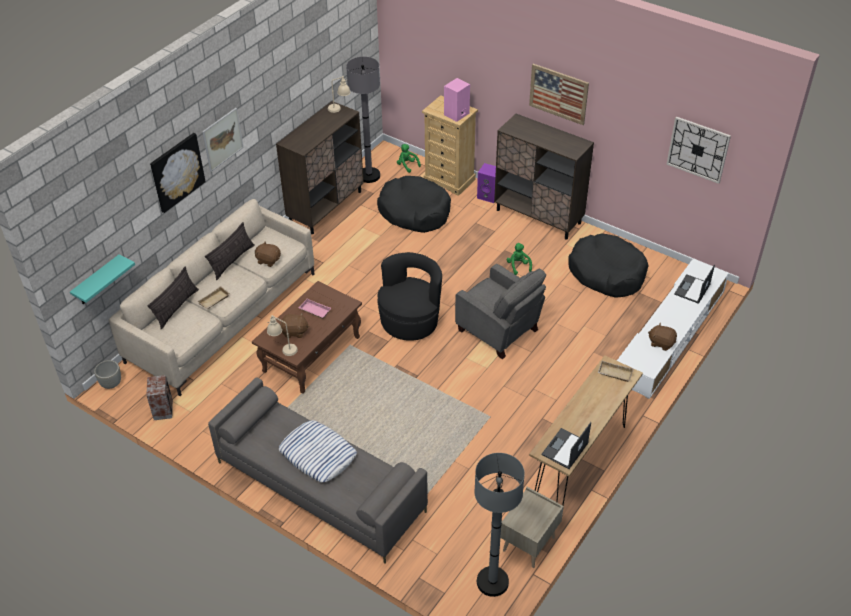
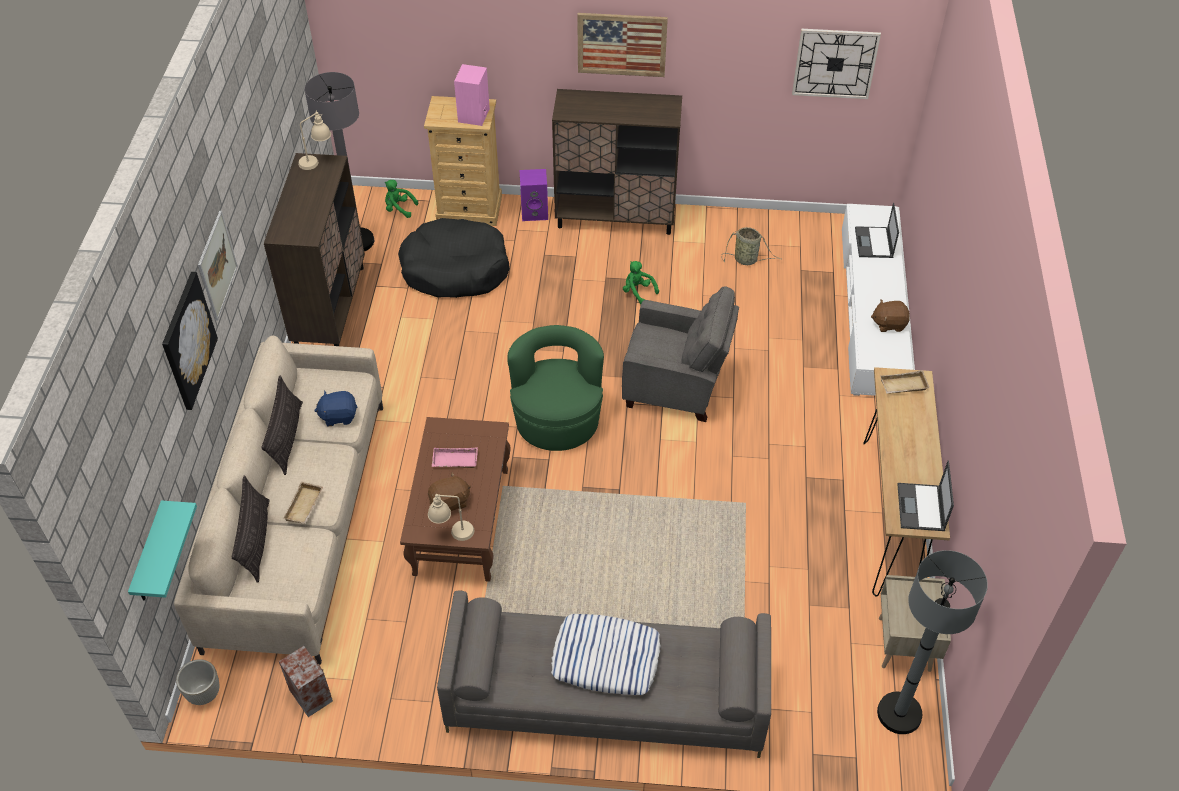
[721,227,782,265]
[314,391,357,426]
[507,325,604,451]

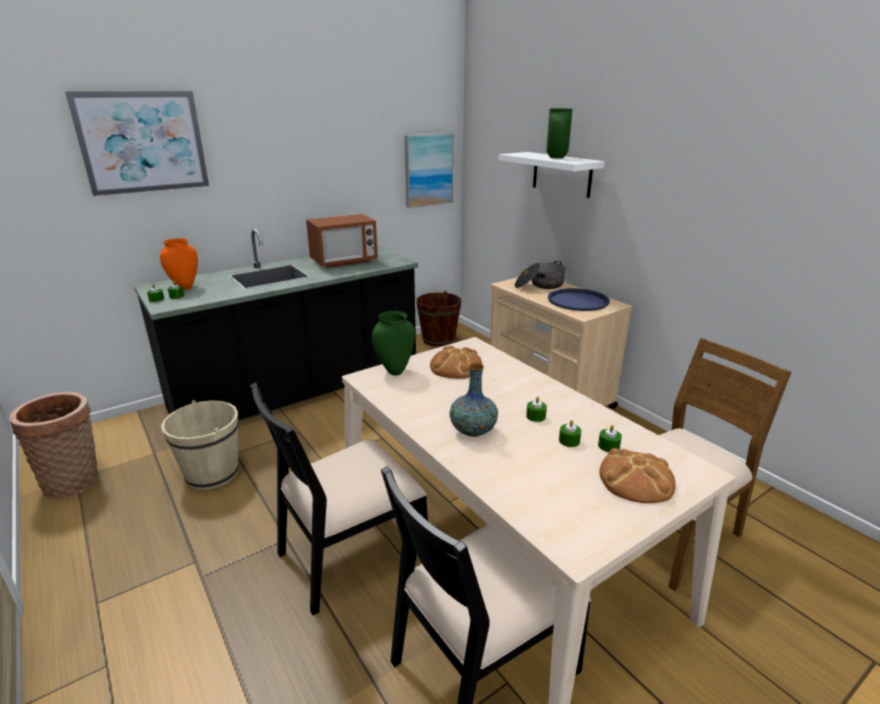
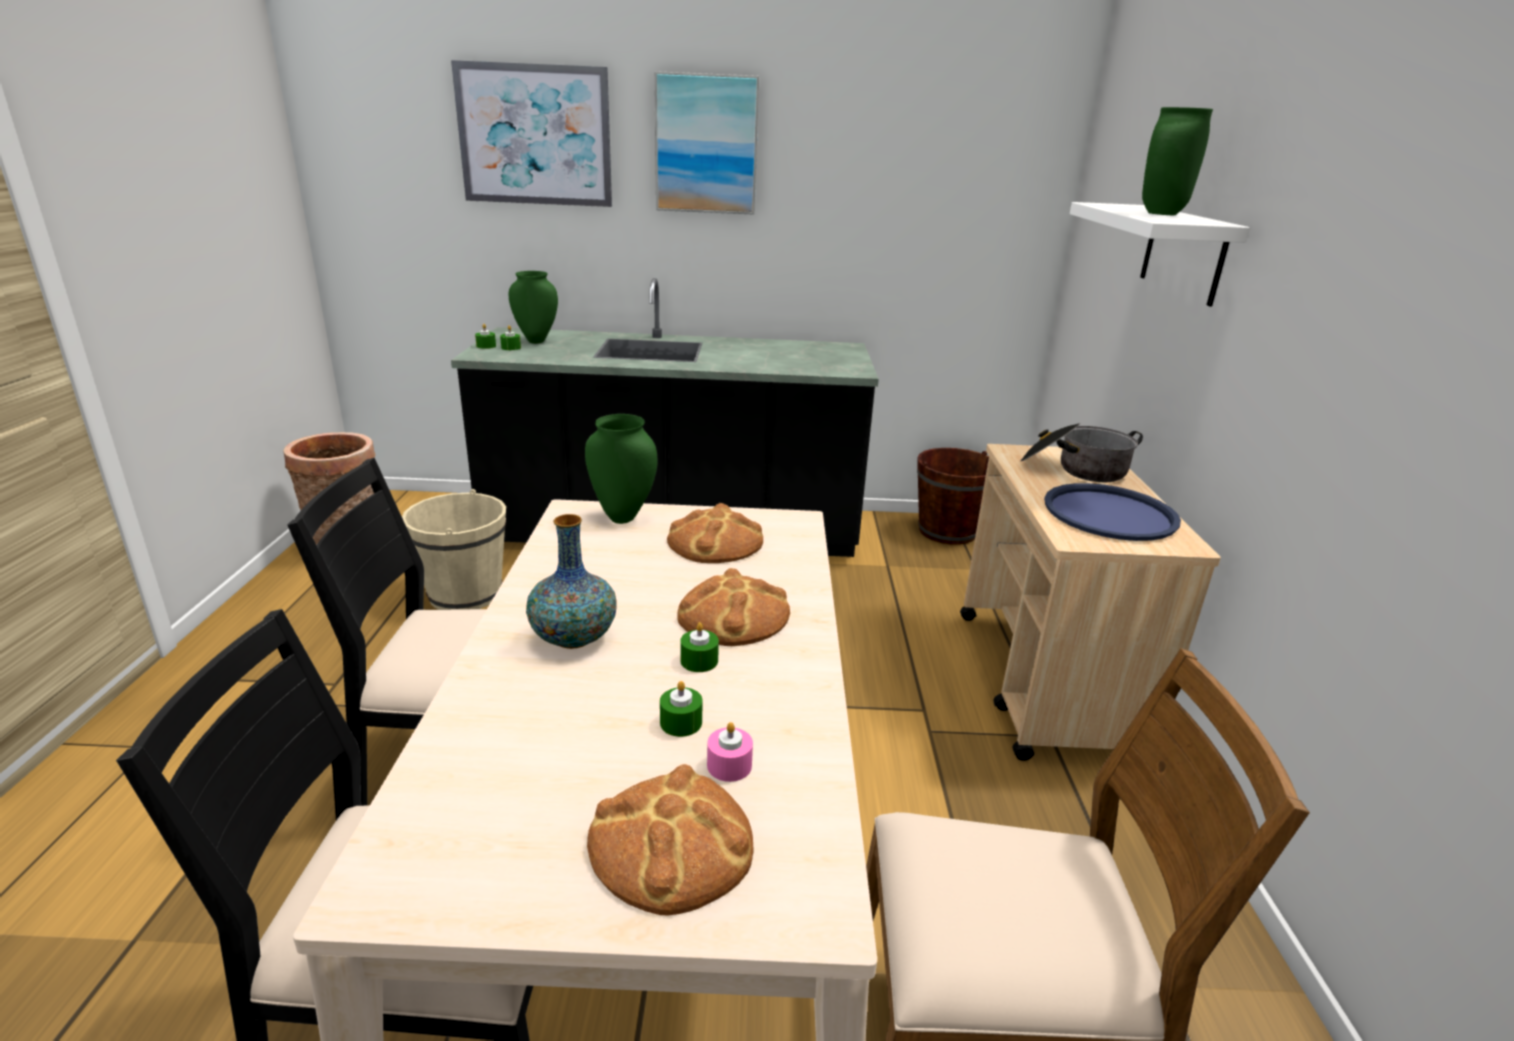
[654,71,759,215]
[306,214,378,268] (first image)
[509,271,558,344]
[707,722,753,782]
[678,568,790,646]

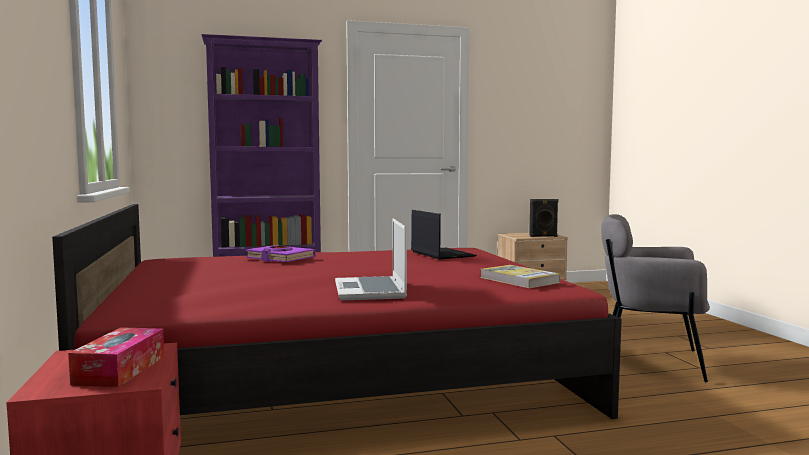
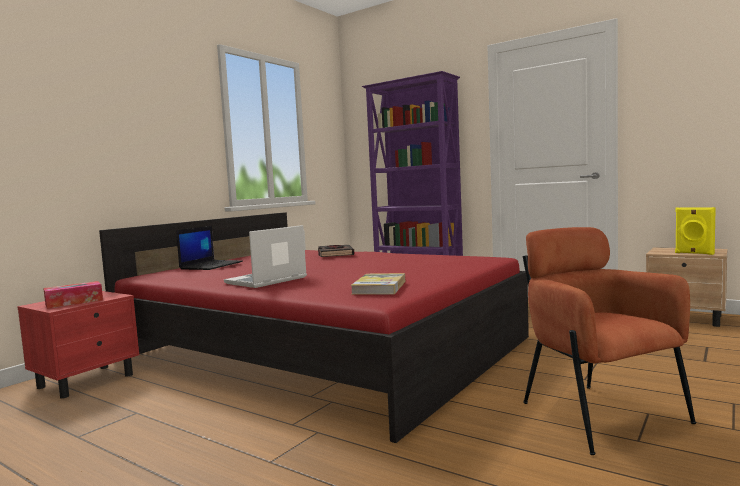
[675,207,716,255]
[176,226,243,270]
[523,227,696,455]
[318,245,354,257]

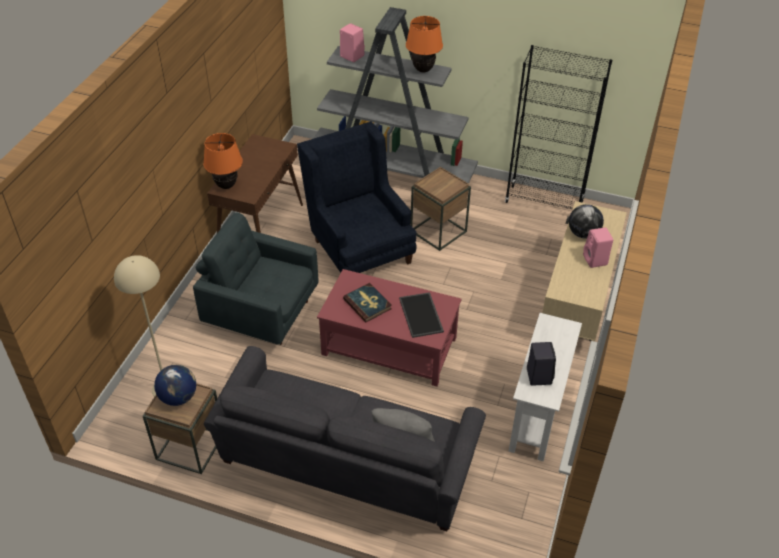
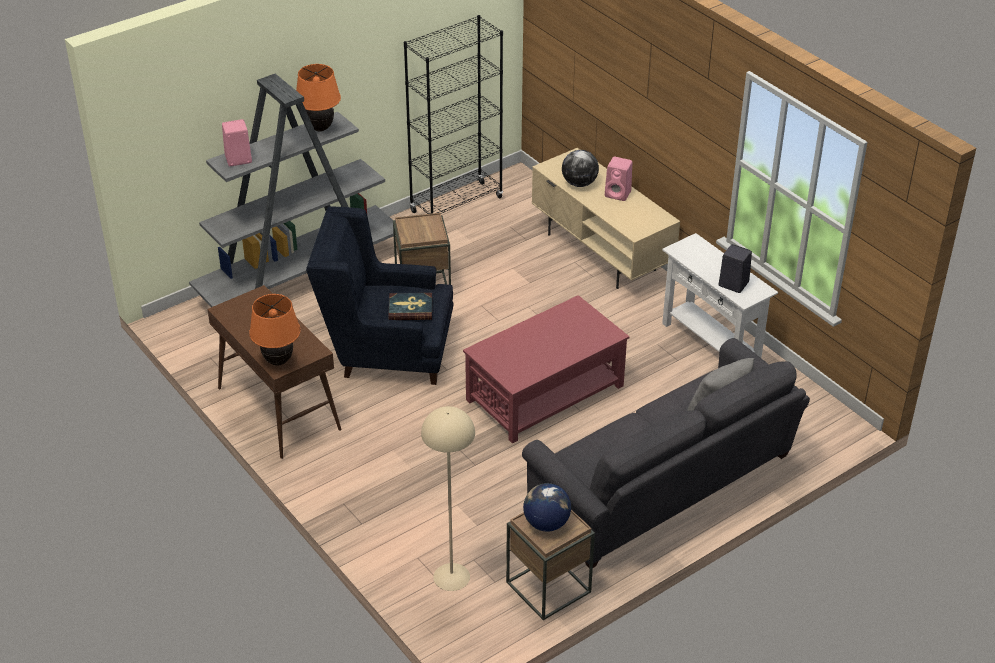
[193,212,318,345] (first image)
[388,293,432,320]
[399,292,444,338] (first image)

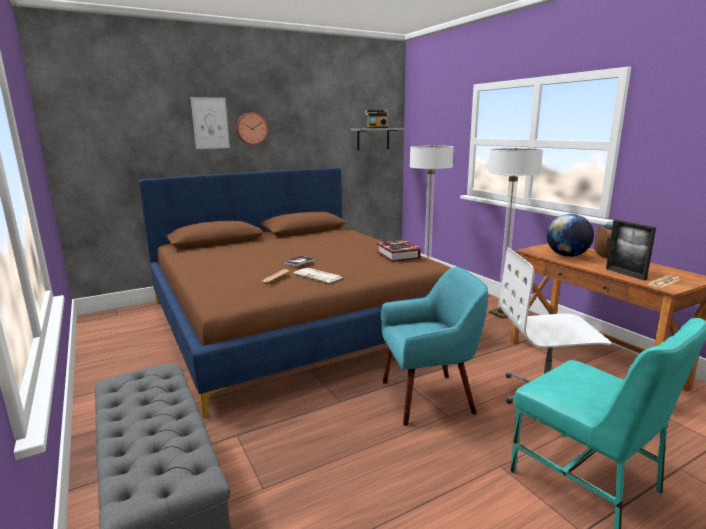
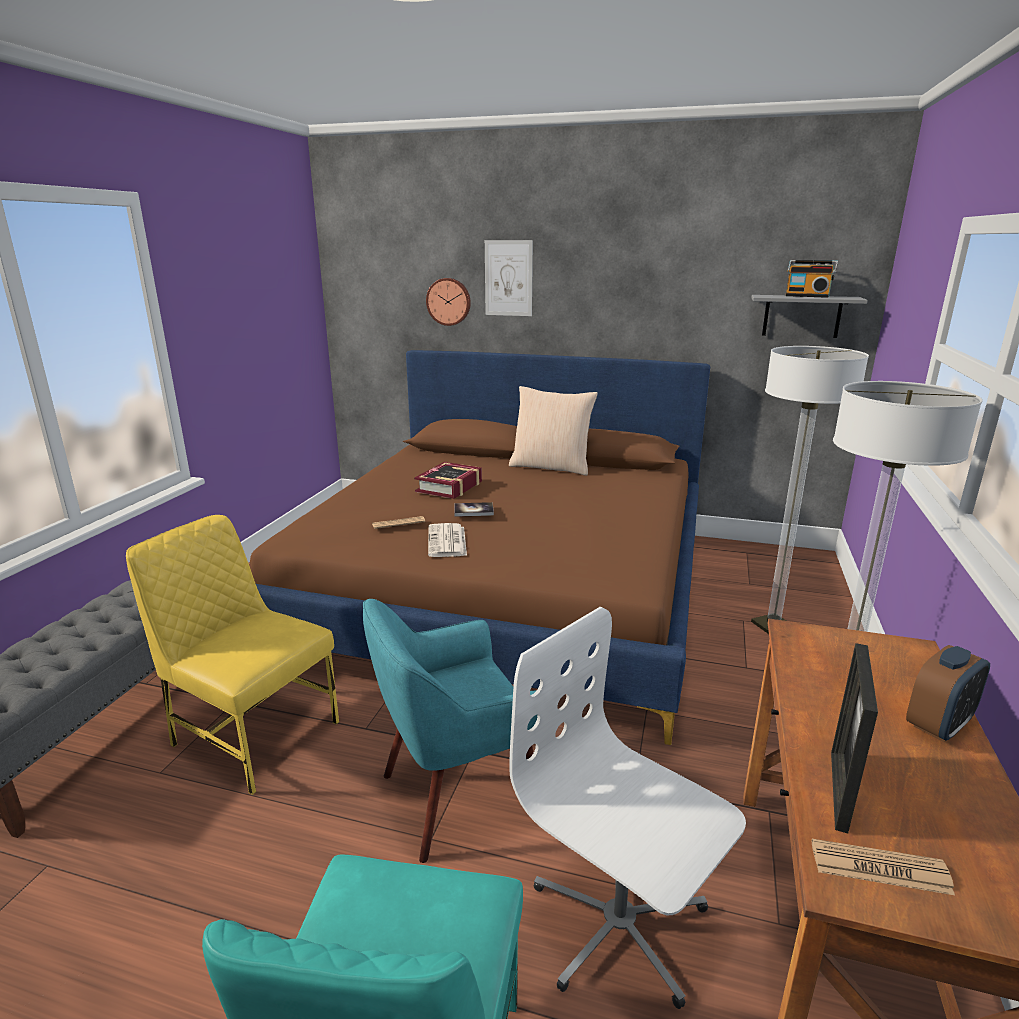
[426,278,471,326]
[547,214,594,257] (first image)
[414,462,482,499]
[363,599,537,863]
[509,386,598,476]
[126,515,339,795]

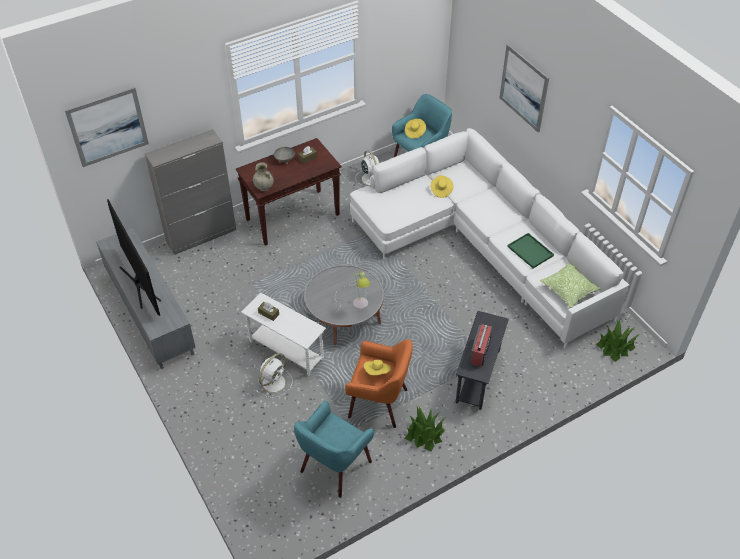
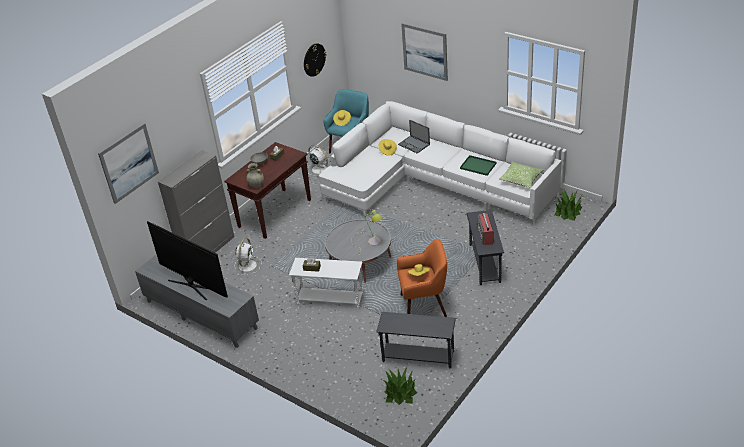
[235,238,262,275]
[376,312,456,369]
[384,367,417,405]
[304,43,326,77]
[398,119,430,153]

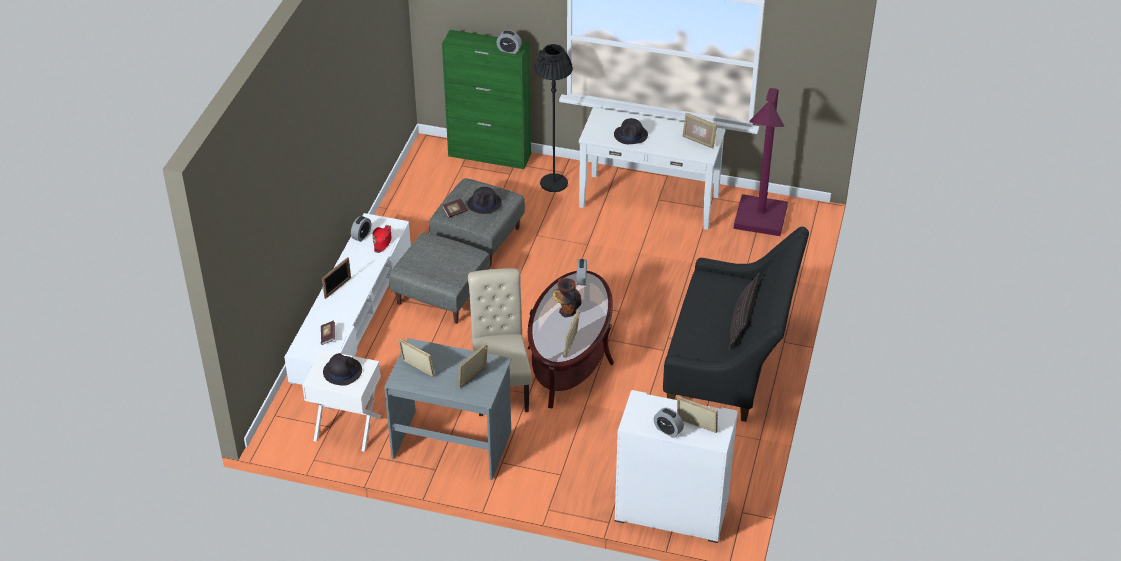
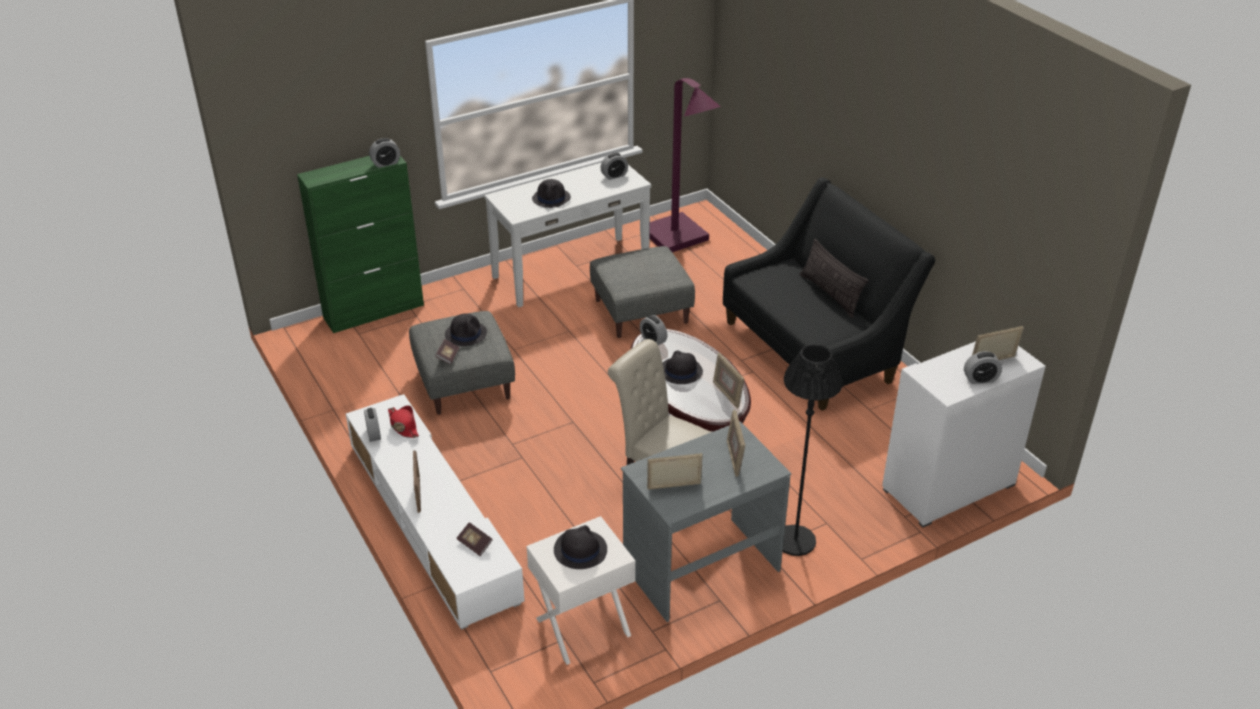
[783,344,843,556]
[601,153,628,180]
[590,246,695,338]
[662,351,703,384]

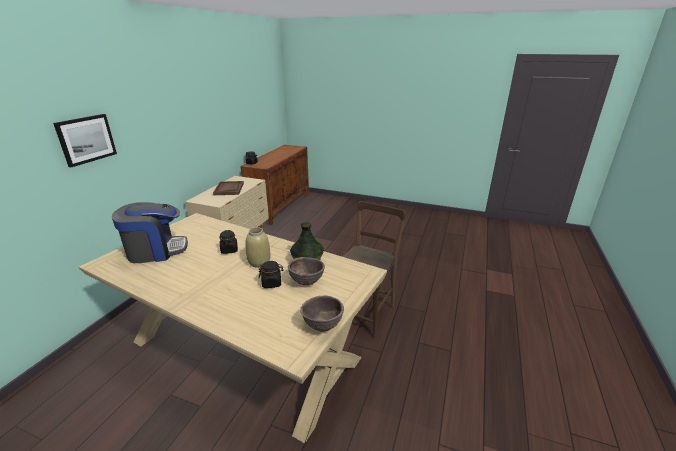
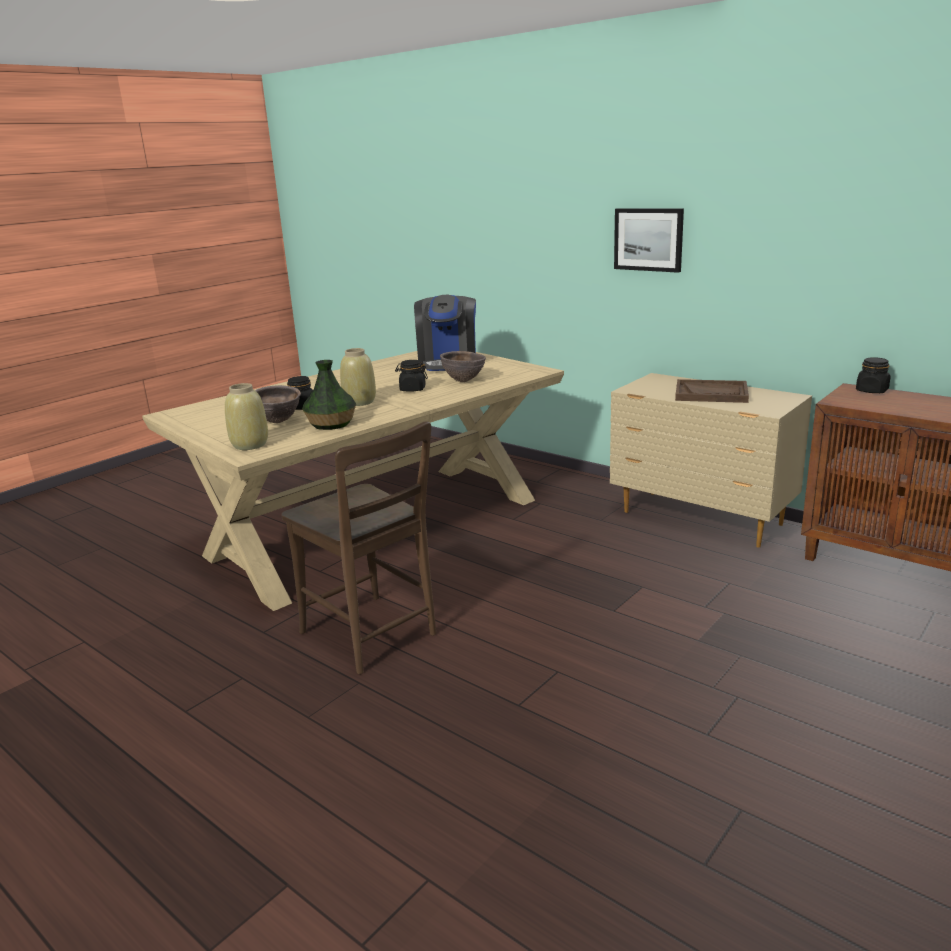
[614,208,684,273]
[440,351,486,382]
[225,383,268,450]

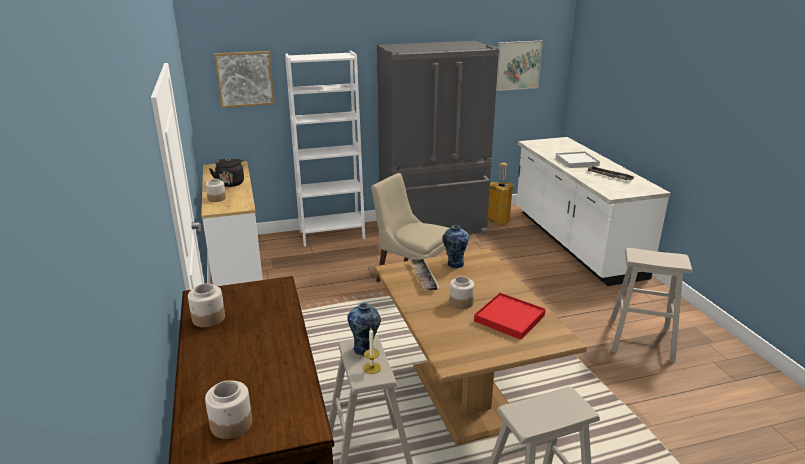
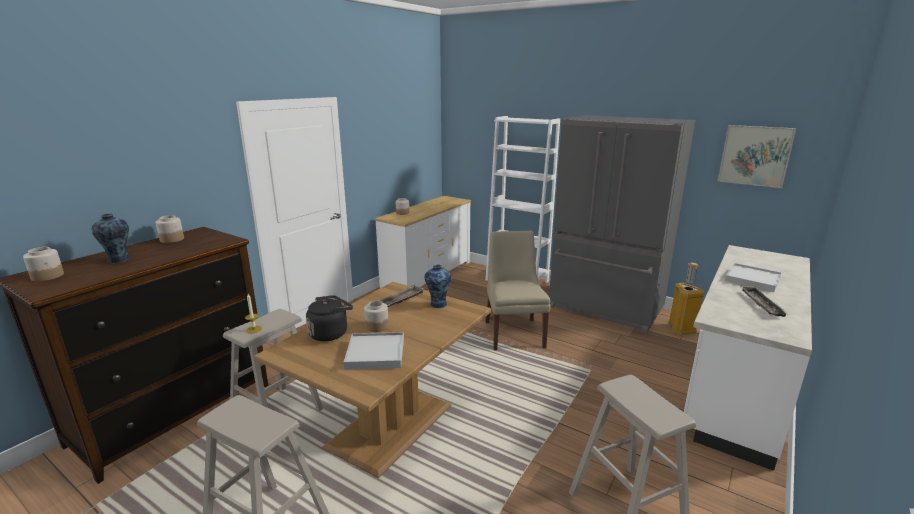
[214,51,275,108] (first image)
[306,295,353,341]
[344,332,404,370]
[91,213,130,264]

